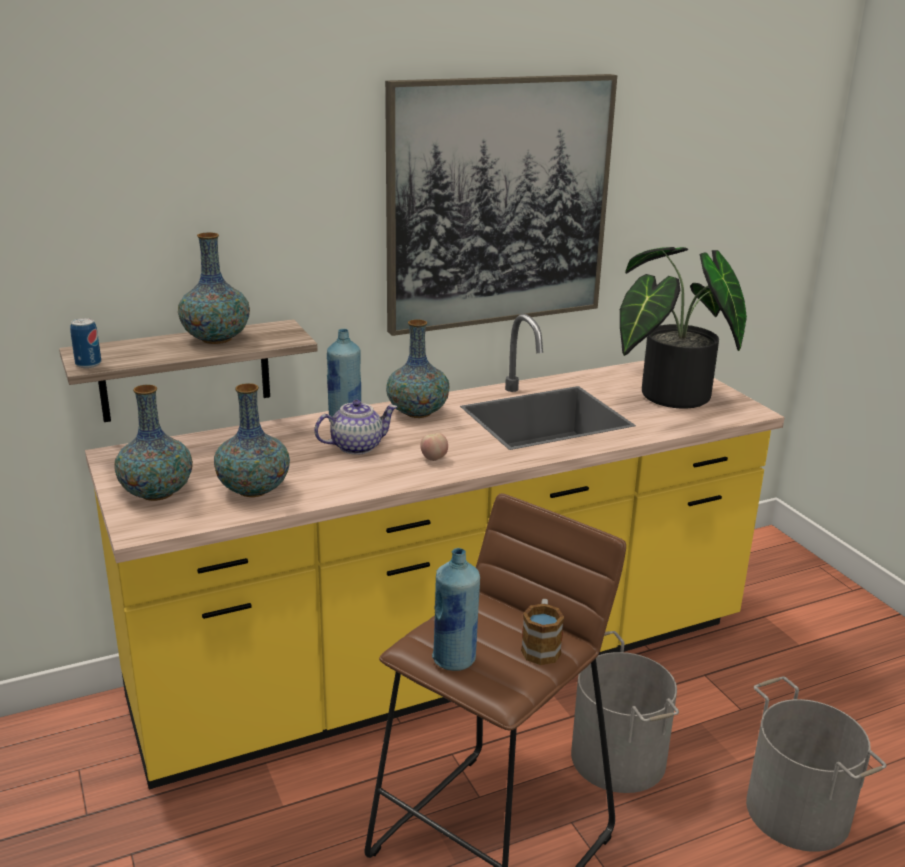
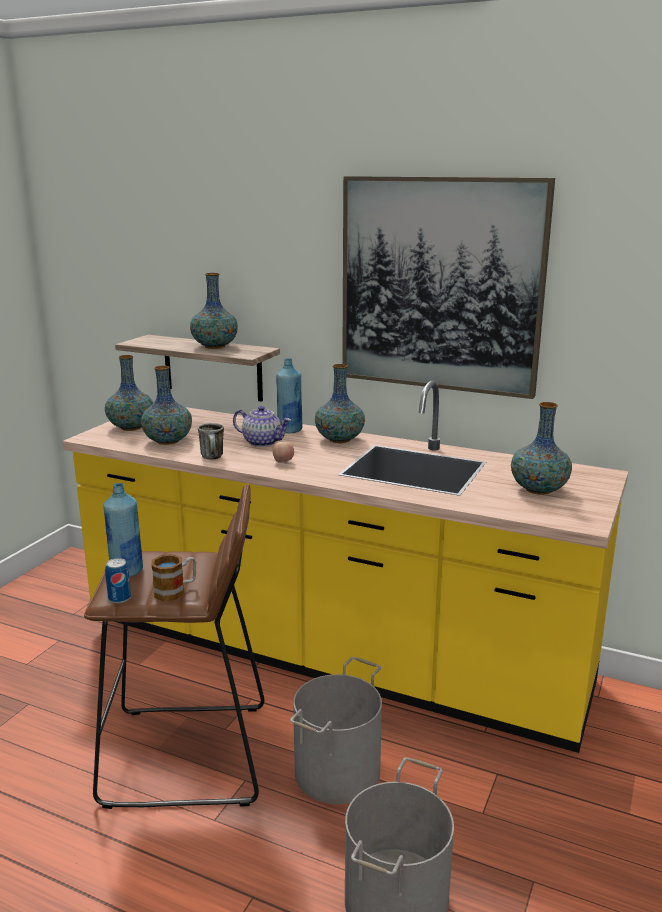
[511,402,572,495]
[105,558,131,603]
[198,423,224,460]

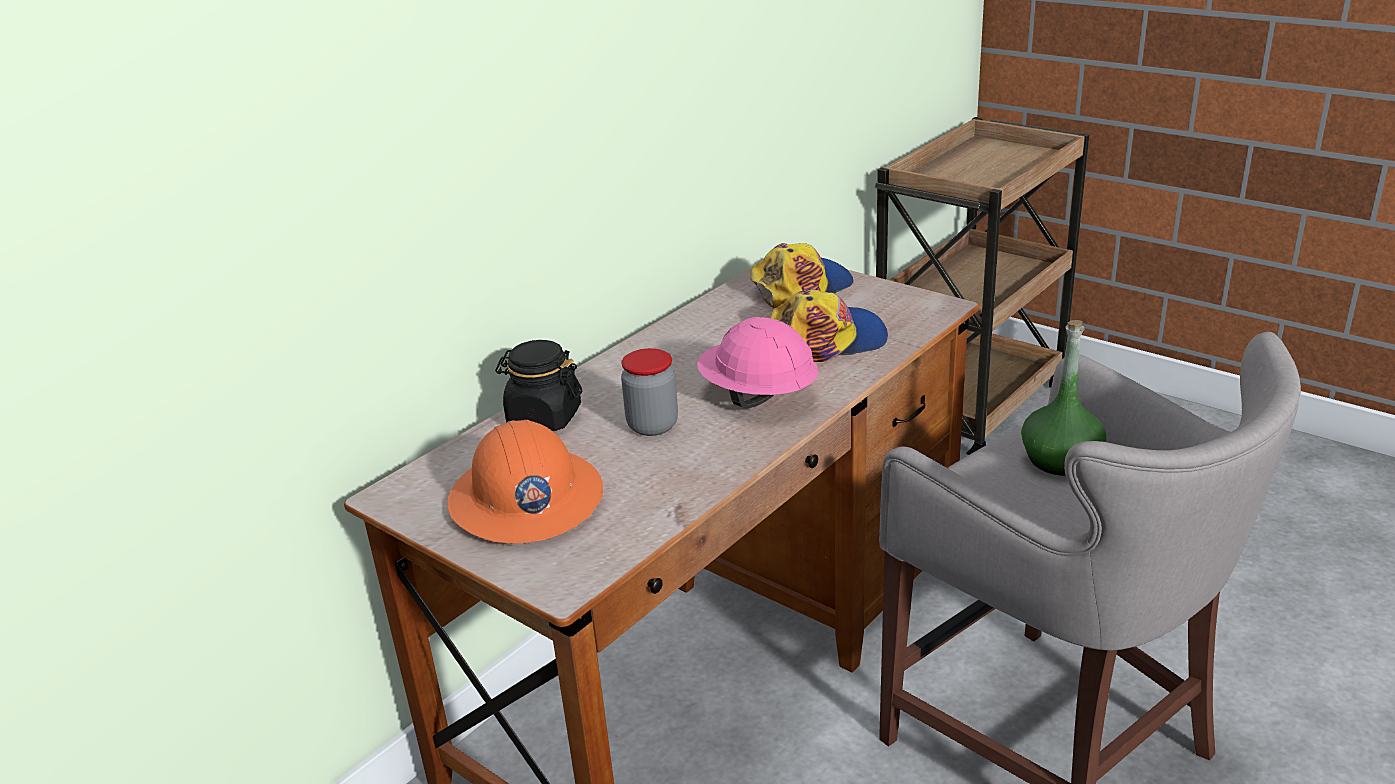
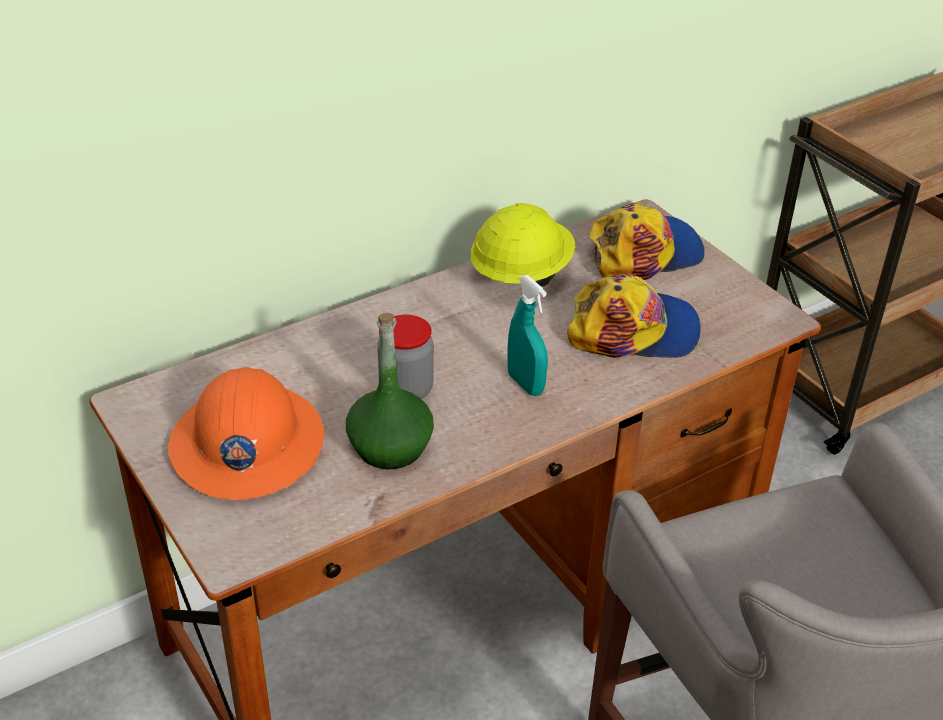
[507,275,548,396]
[346,313,434,469]
[495,340,582,431] (first image)
[470,203,575,287]

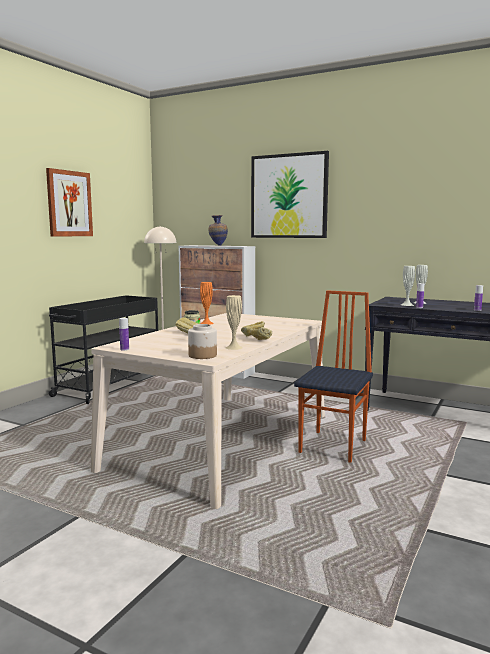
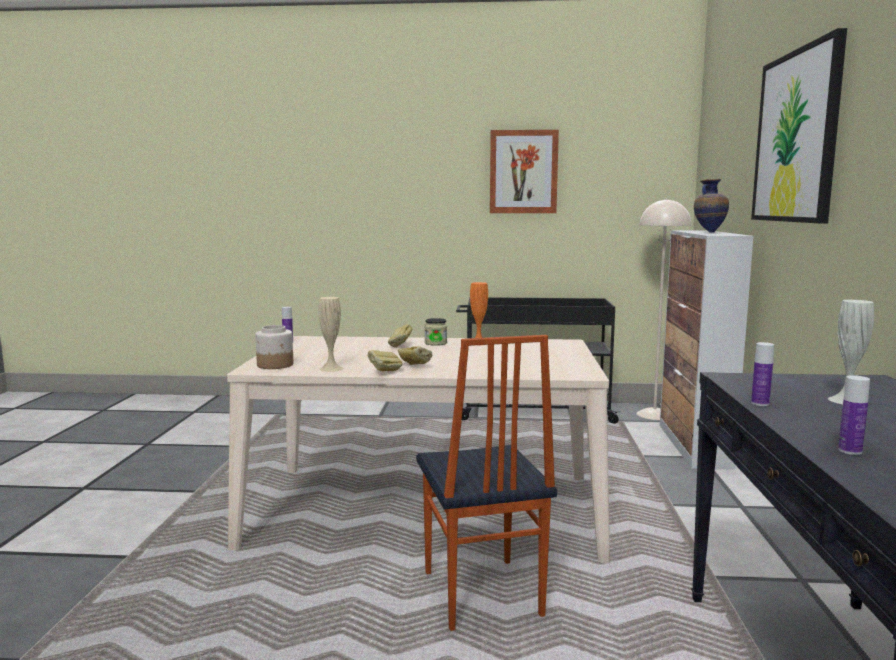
[401,266,415,306] (first image)
[416,335,557,631]

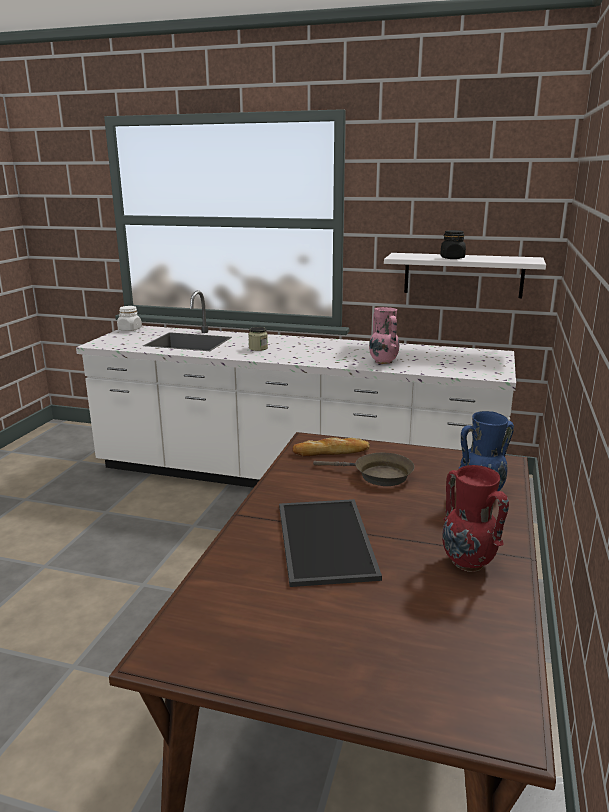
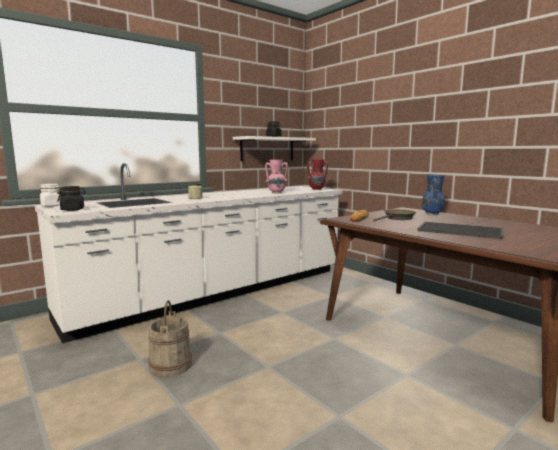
[307,159,328,190]
[57,186,86,211]
[148,300,192,377]

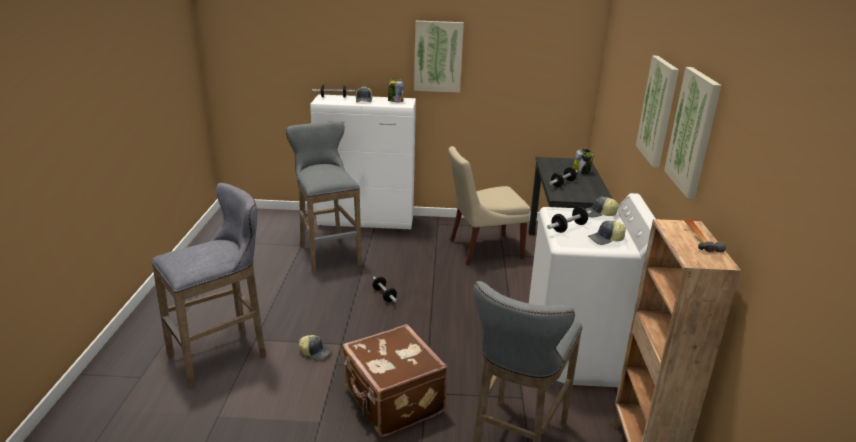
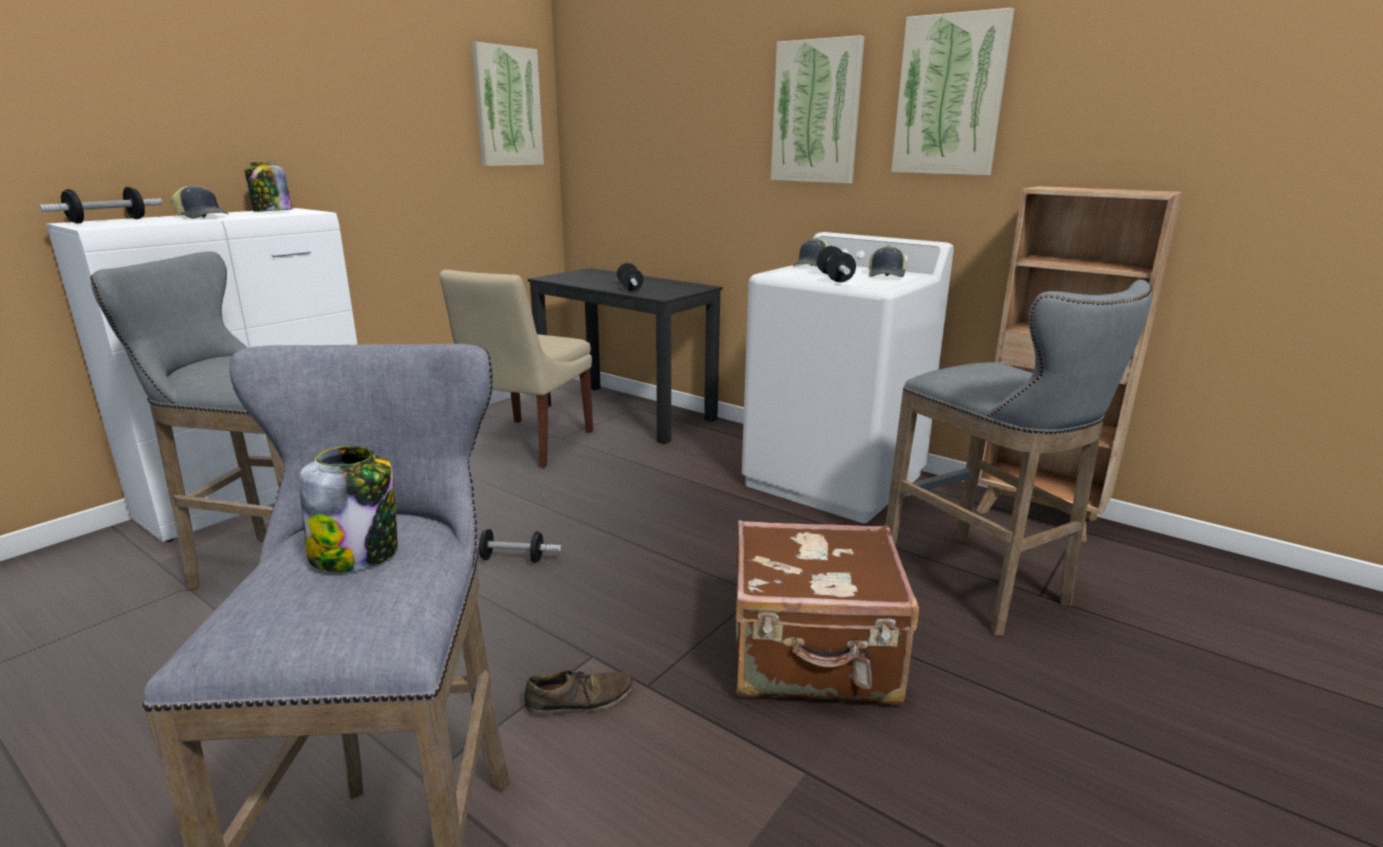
[471,42,544,166]
[299,446,398,572]
[684,219,726,252] (first image)
[525,670,634,715]

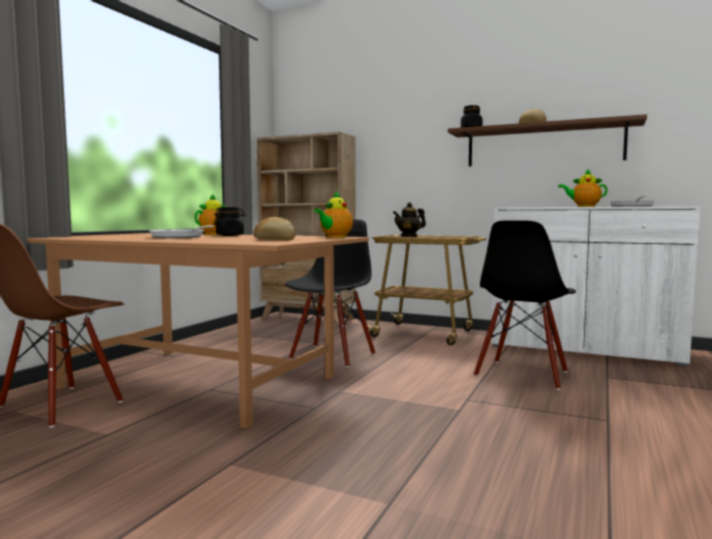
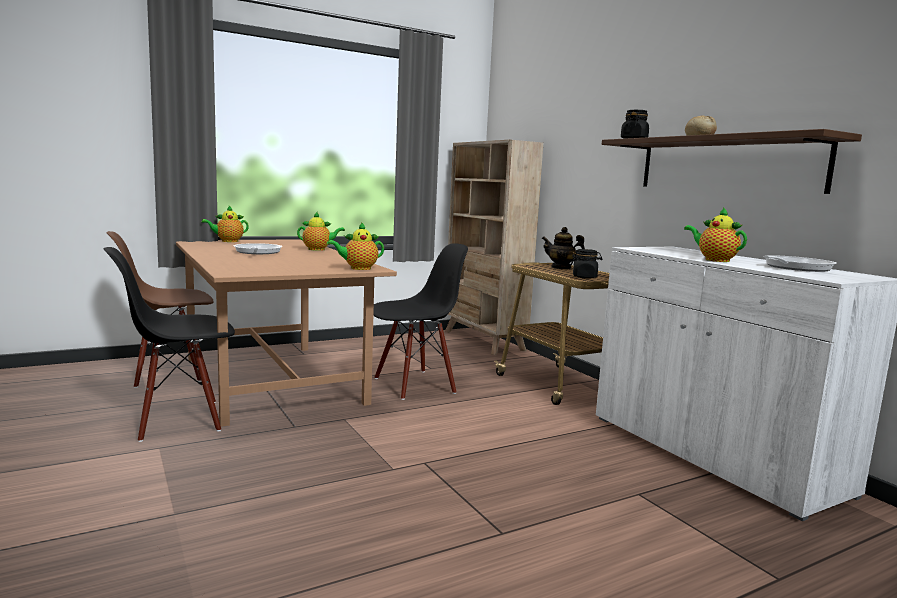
[570,249,602,279]
[253,217,295,240] (first image)
[104,247,235,442]
[202,206,249,242]

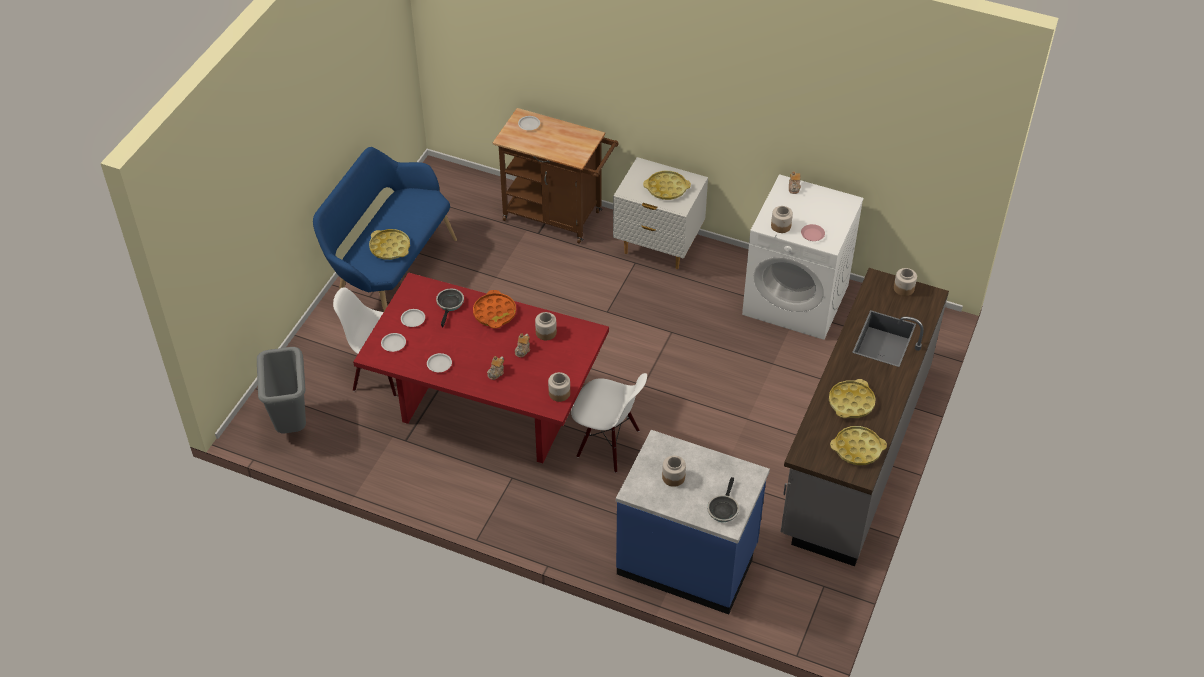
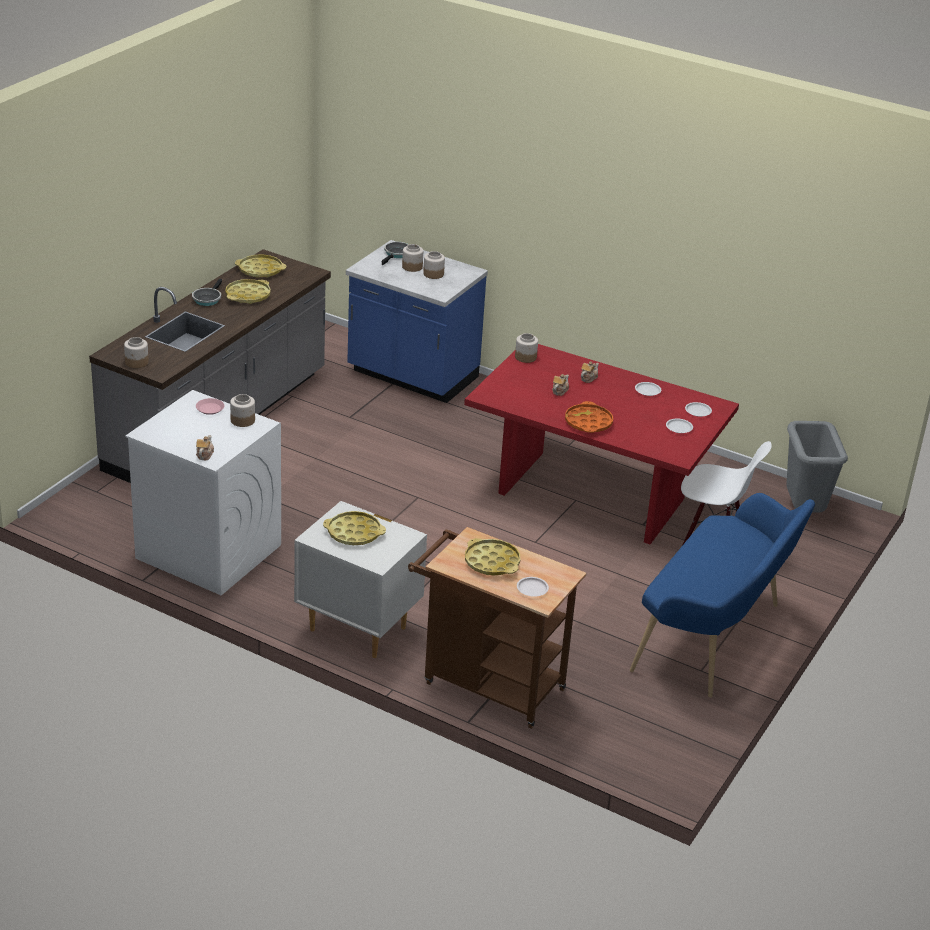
[465,538,520,576]
[192,279,222,306]
[402,244,423,272]
[571,373,647,473] (first image)

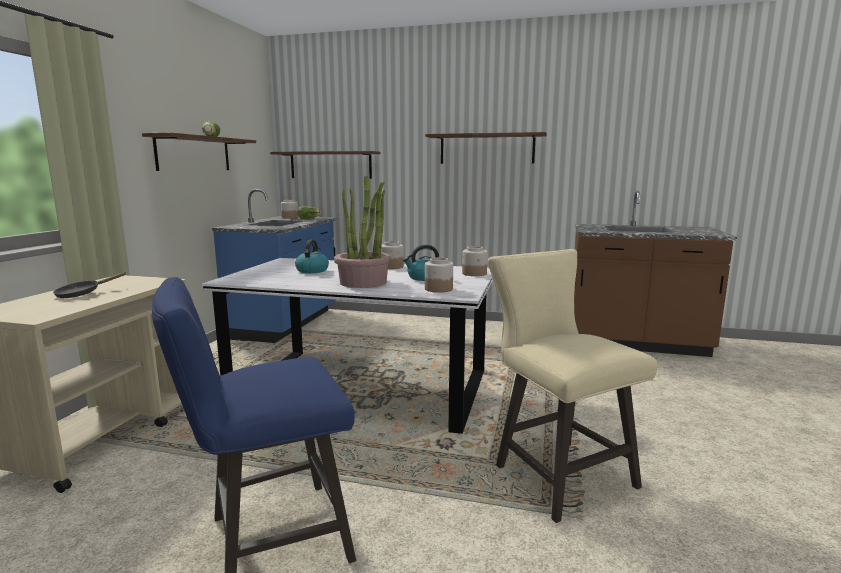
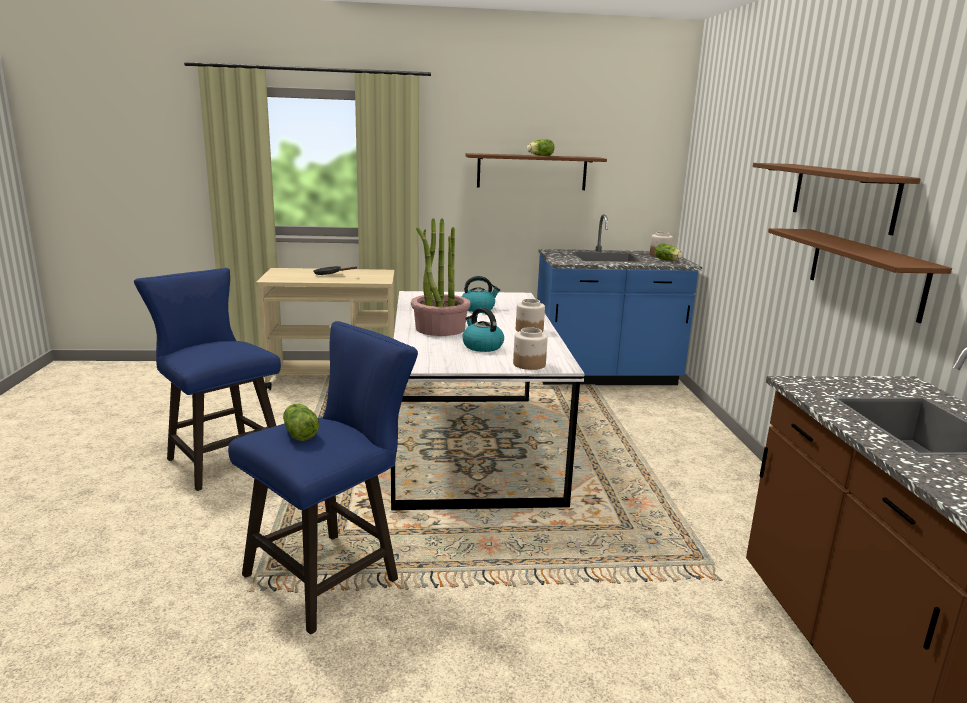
[768,228,952,323]
[228,321,418,635]
[425,257,453,293] (first image)
[283,404,319,441]

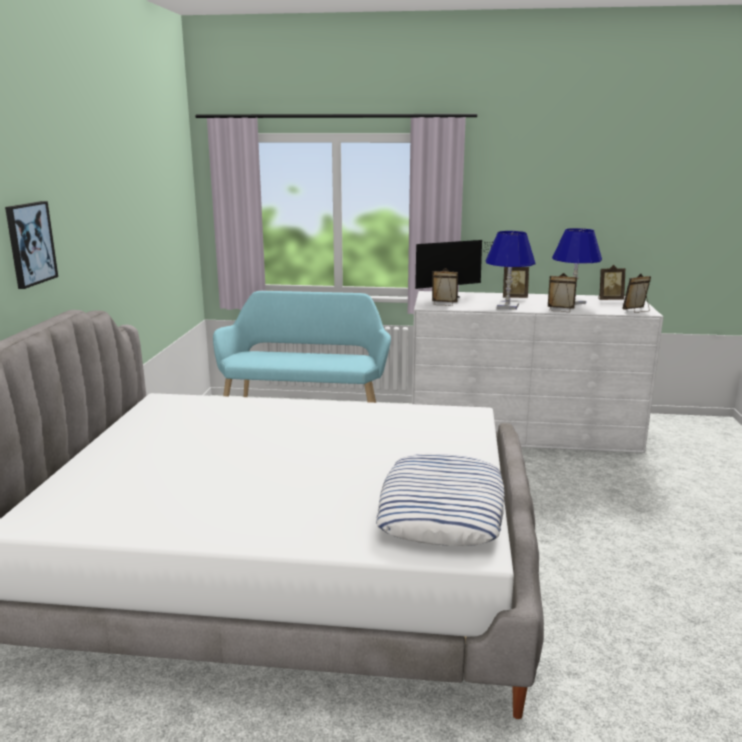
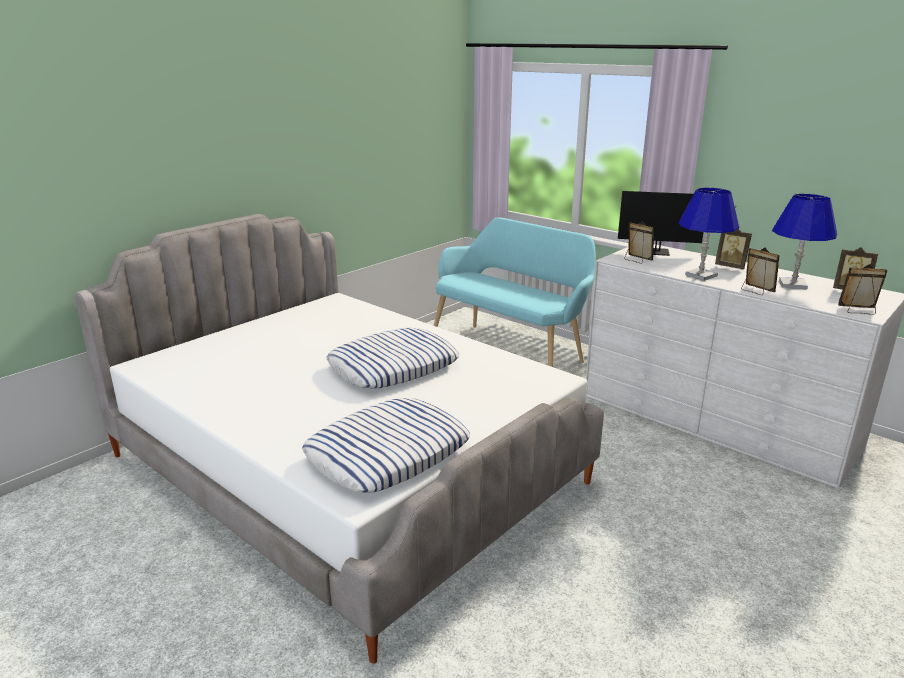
[5,201,58,289] (first image)
[326,328,459,389]

